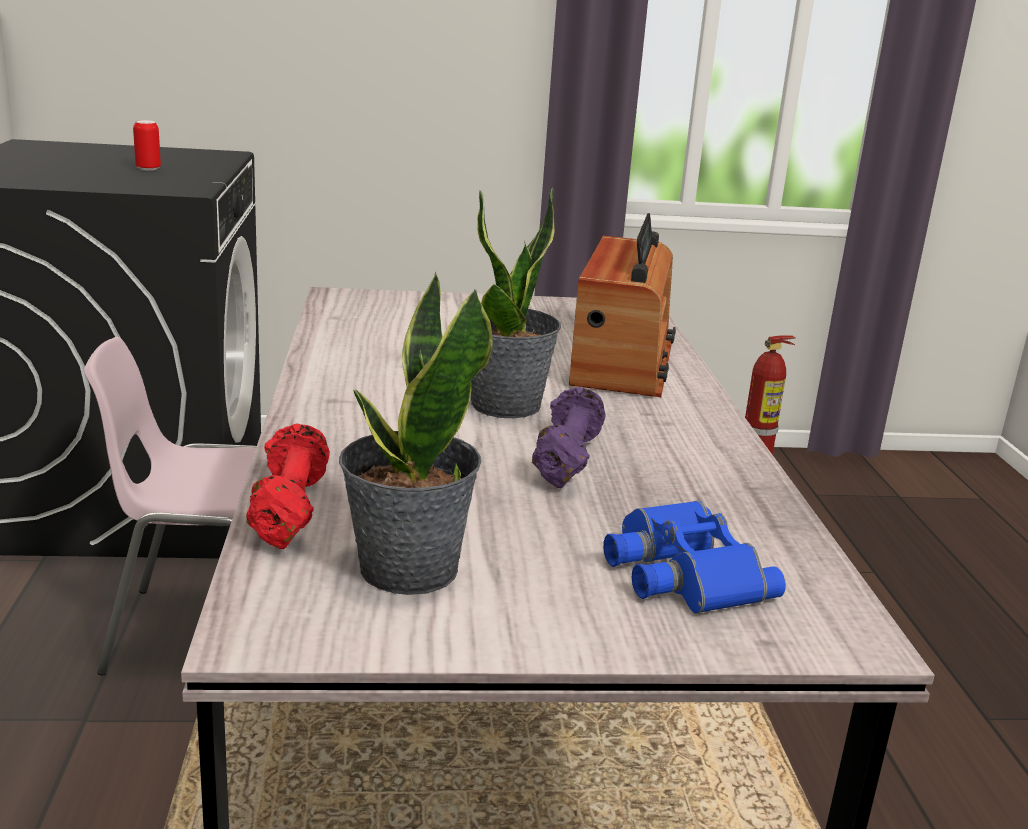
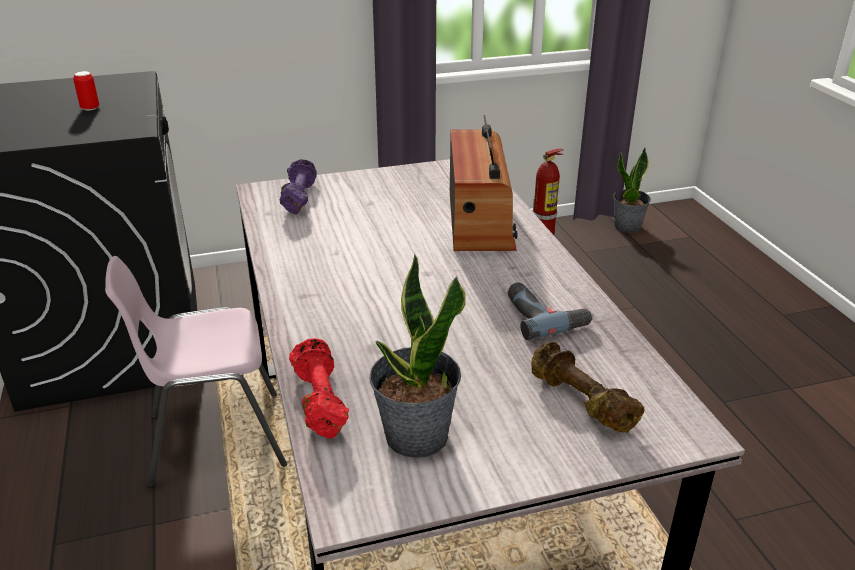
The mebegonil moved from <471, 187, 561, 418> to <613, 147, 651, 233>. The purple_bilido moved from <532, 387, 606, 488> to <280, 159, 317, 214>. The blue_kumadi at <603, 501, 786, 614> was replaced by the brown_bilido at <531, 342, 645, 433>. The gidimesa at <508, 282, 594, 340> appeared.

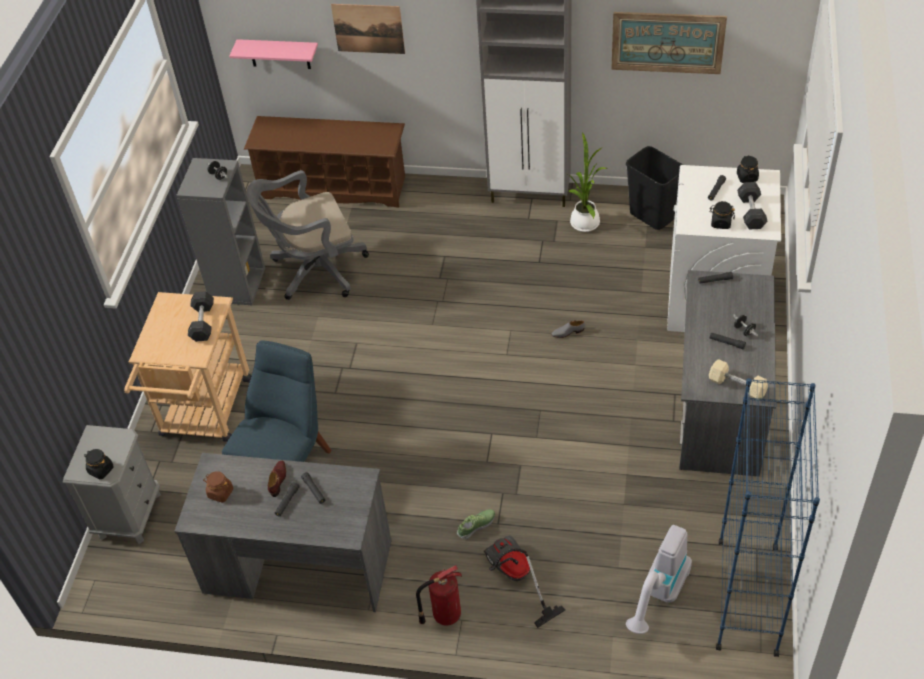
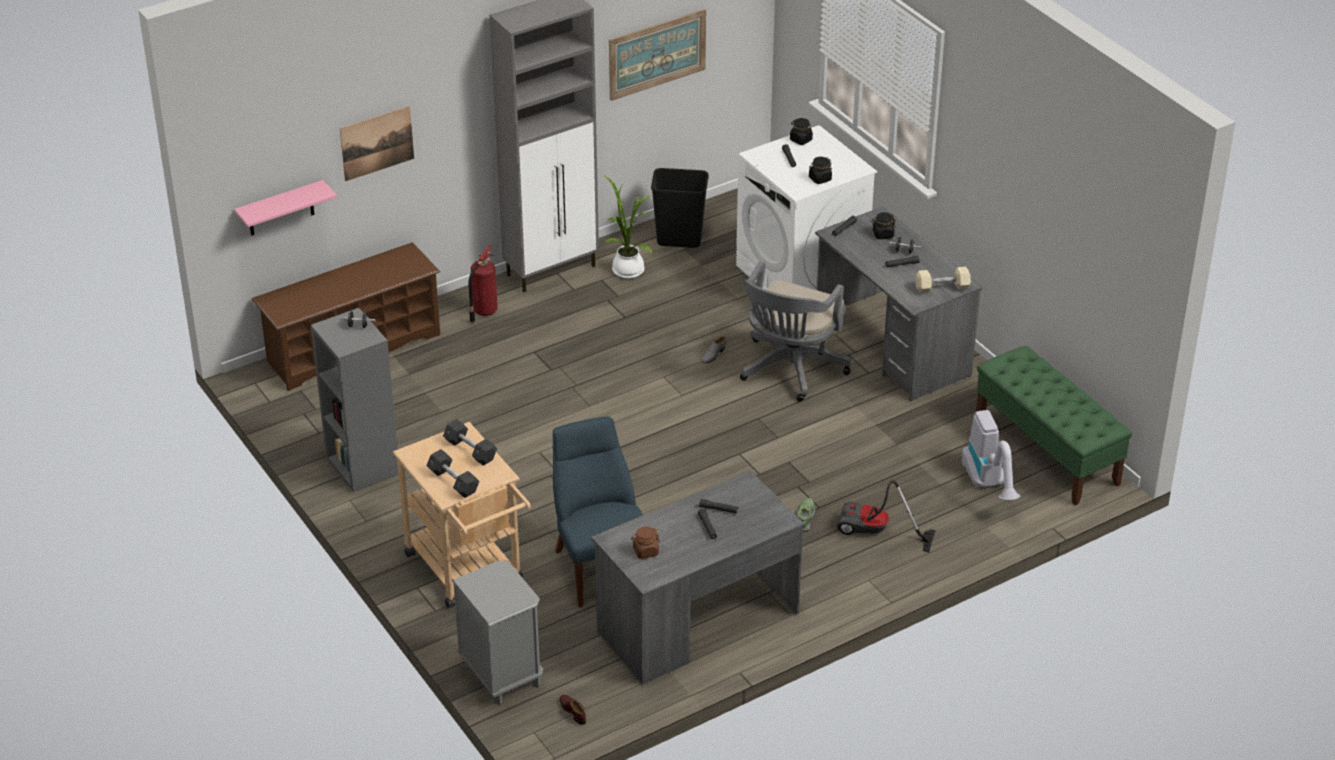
The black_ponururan moved from <84, 449, 114, 480> to <871, 212, 896, 239>. The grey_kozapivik moved from <247, 170, 369, 300> to <740, 262, 851, 402>. The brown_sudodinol moved from <268, 461, 286, 497> to <560, 695, 586, 725>. The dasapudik moved from <416, 565, 462, 626> to <468, 245, 498, 322>. The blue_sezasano at <716, 378, 820, 657> was replaced by the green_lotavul at <976, 345, 1132, 505>. The grey_bilido moved from <737, 182, 768, 230> to <426, 449, 480, 498>.

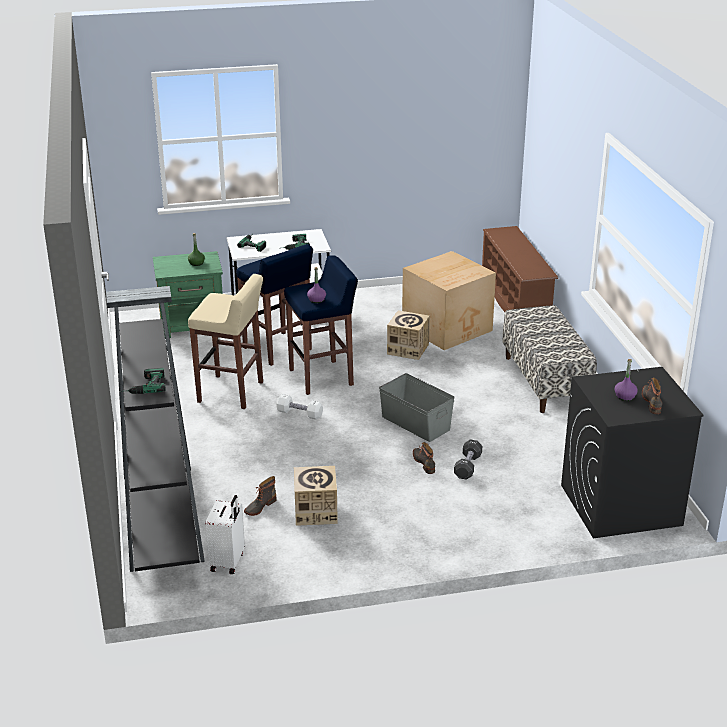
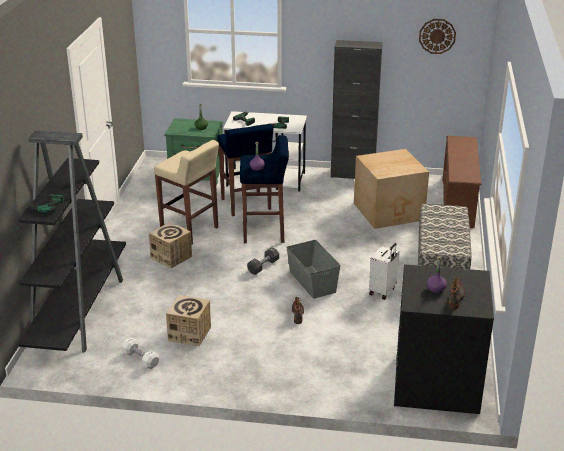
The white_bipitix moved from <205, 495, 245, 574> to <369, 243, 400, 300>. The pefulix at <244, 476, 277, 516> disappeared. The white_bilido moved from <276, 394, 323, 420> to <121, 337, 160, 369>. The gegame moved from <387, 310, 430, 360> to <149, 222, 192, 268>. The black_bilido moved from <454, 439, 482, 480> to <247, 247, 279, 275>. The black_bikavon at <331, 40, 383, 179> appeared. The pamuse at <419, 19, 456, 54> appeared.

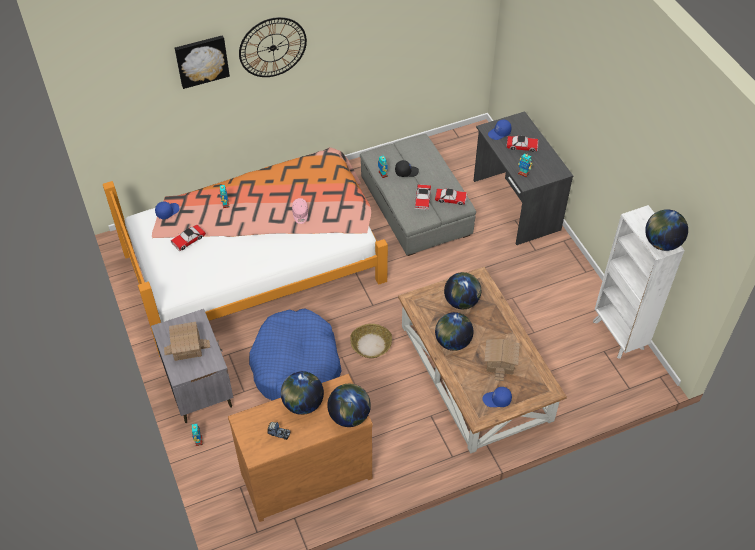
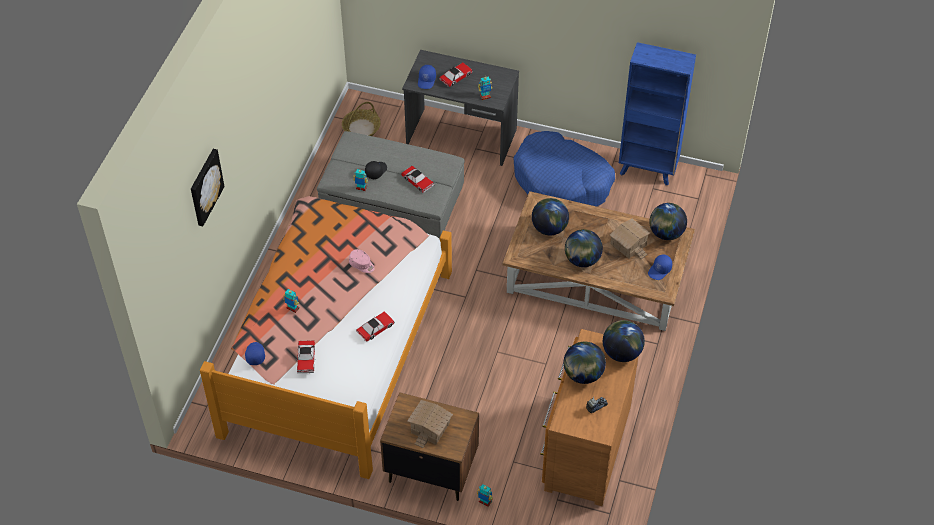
The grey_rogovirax at <151, 309, 233, 423> became the brown_rogovirax at <380, 392, 479, 501>. The pamuse at <239, 17, 307, 77> disappeared. The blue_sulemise moved from <249, 308, 341, 400> to <513, 131, 615, 207>. The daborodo moved from <350, 324, 392, 358> to <342, 102, 381, 136>. The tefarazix moved from <435, 189, 467, 205> to <356, 311, 395, 341>. The white_sezasano at <593, 205, 685, 359> became the blue_sezasano at <619, 42, 696, 185>. The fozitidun moved from <645, 209, 688, 251> to <649, 203, 687, 240>.

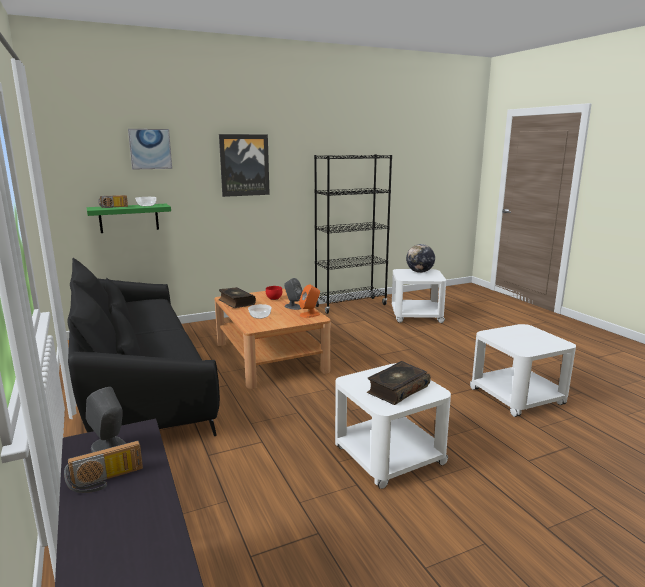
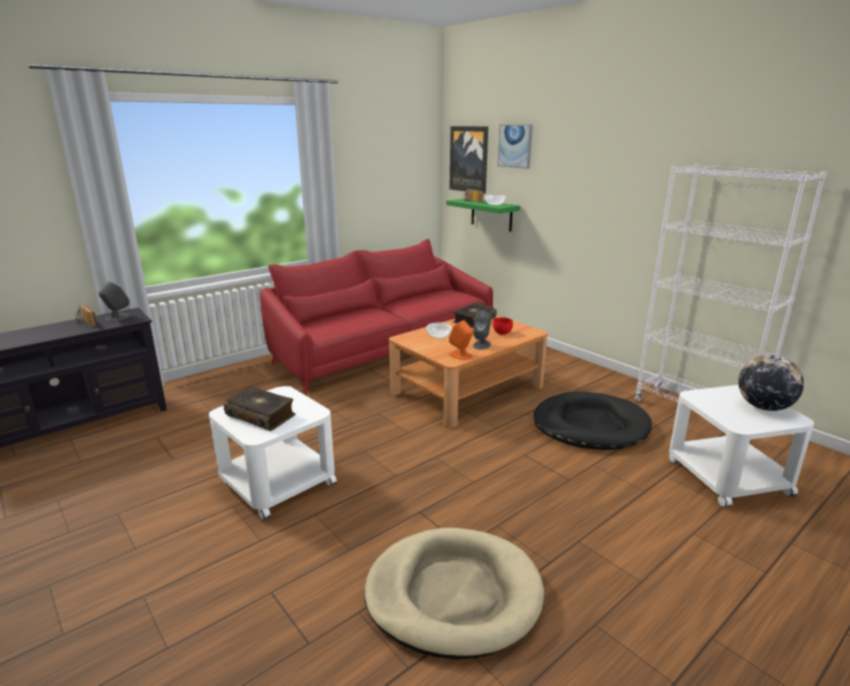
The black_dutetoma at <67, 258, 220, 436> became the red_dutetoma at <260, 239, 493, 395>. The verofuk moved from <219, 134, 270, 197> to <450, 126, 488, 194>. The black_sezasano at <314, 154, 392, 314> became the white_sezasano at <635, 164, 827, 402>. The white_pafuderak at <470, 324, 576, 417> was replaced by the beige_sulemise at <364, 528, 544, 659>. The black_sulemise at <533, 392, 652, 450> appeared.

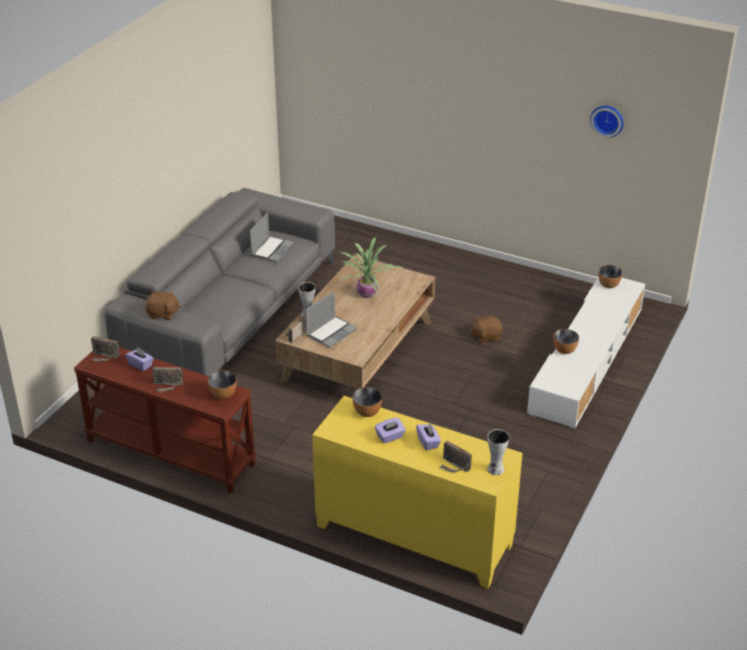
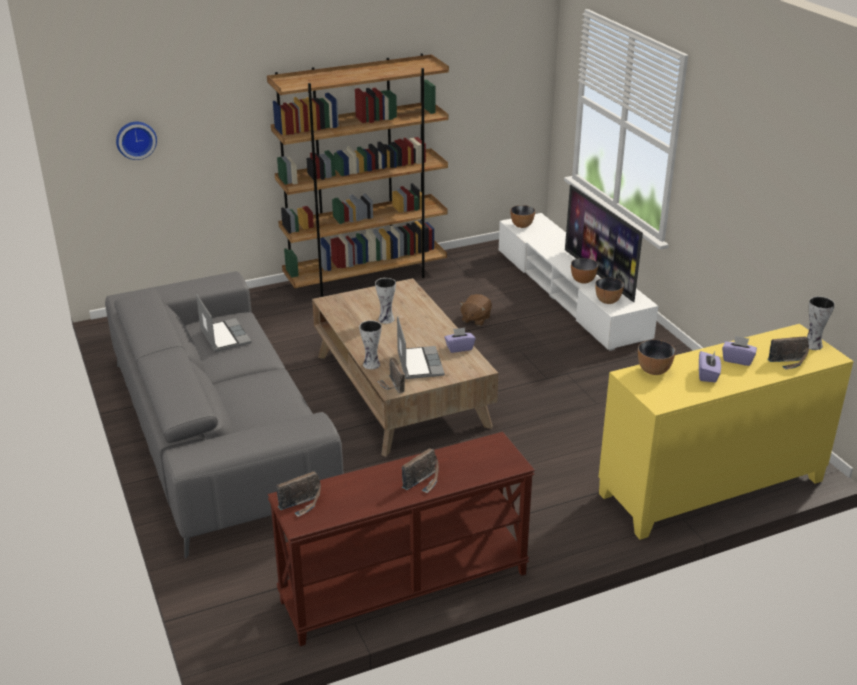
The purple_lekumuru moved from <126, 347, 154, 371> to <444, 328, 475, 353>. The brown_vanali at <145, 291, 181, 320> disappeared. The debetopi moved from <208, 371, 237, 399> to <595, 278, 624, 304>. The mebegonil at <340, 237, 402, 298> was replaced by the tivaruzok at <375, 278, 396, 324>. The pamuse moved from <590, 106, 624, 137> to <116, 122, 157, 160>. The brown_sezasano at <267, 53, 449, 297> appeared. The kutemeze at <565, 185, 643, 302> appeared.

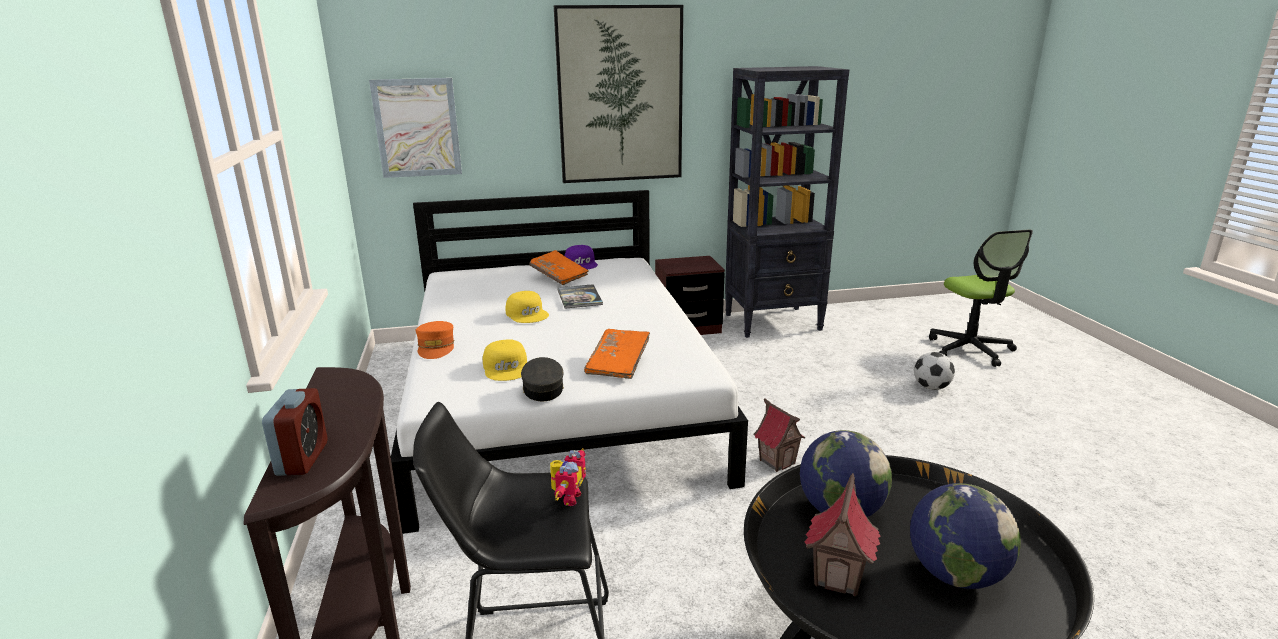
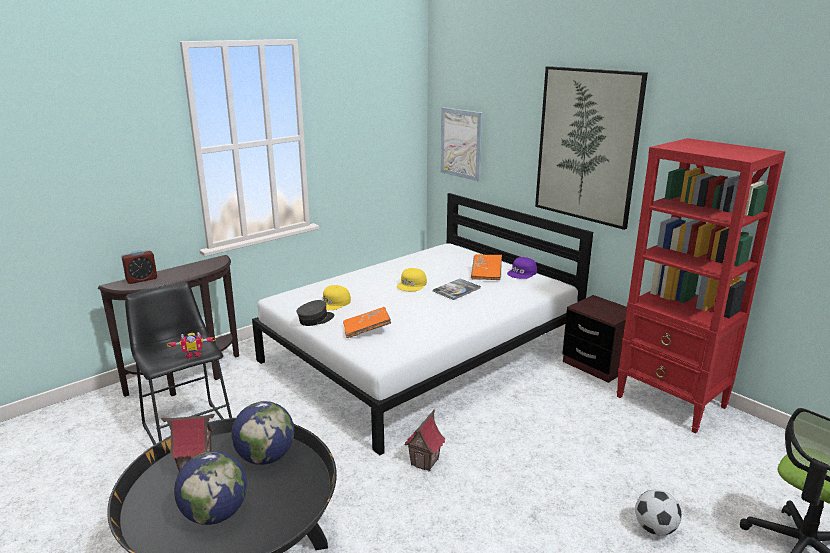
The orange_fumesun at <416, 321, 455, 359> disappeared. The black_sezasano at <725, 66, 850, 338> became the red_sezasano at <616, 138, 785, 433>.

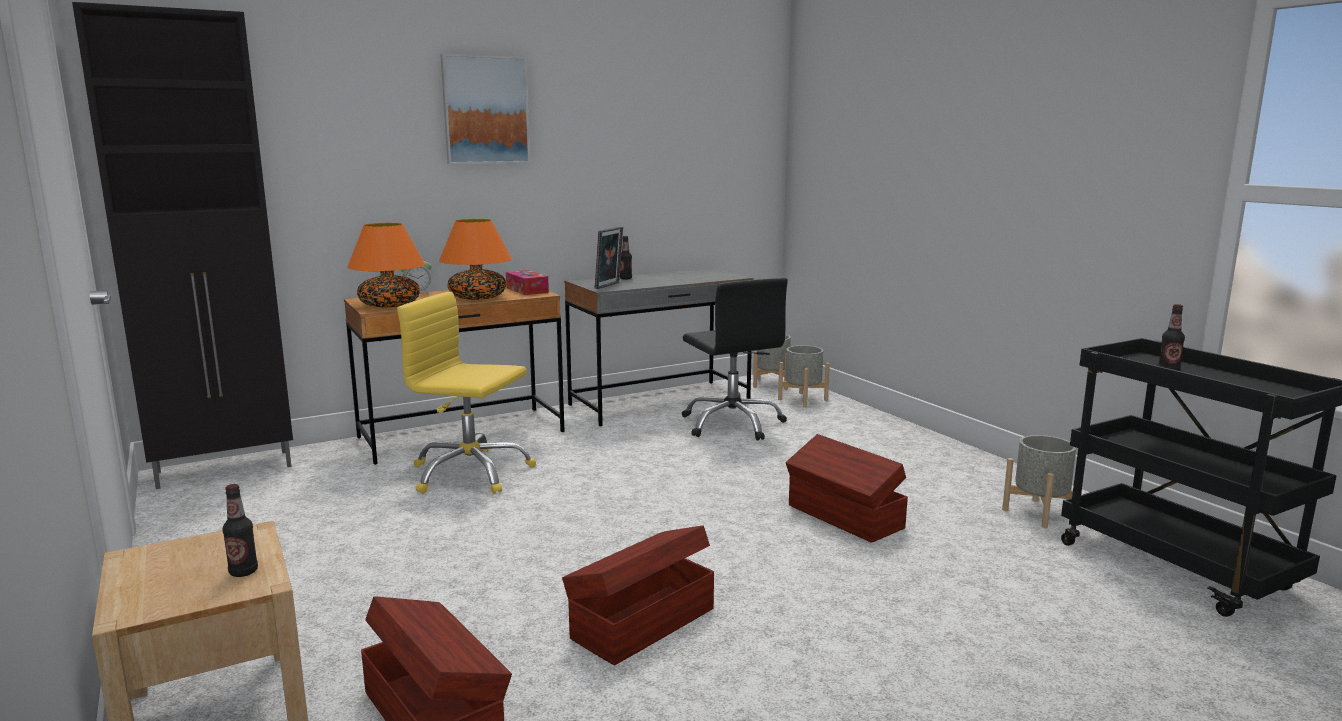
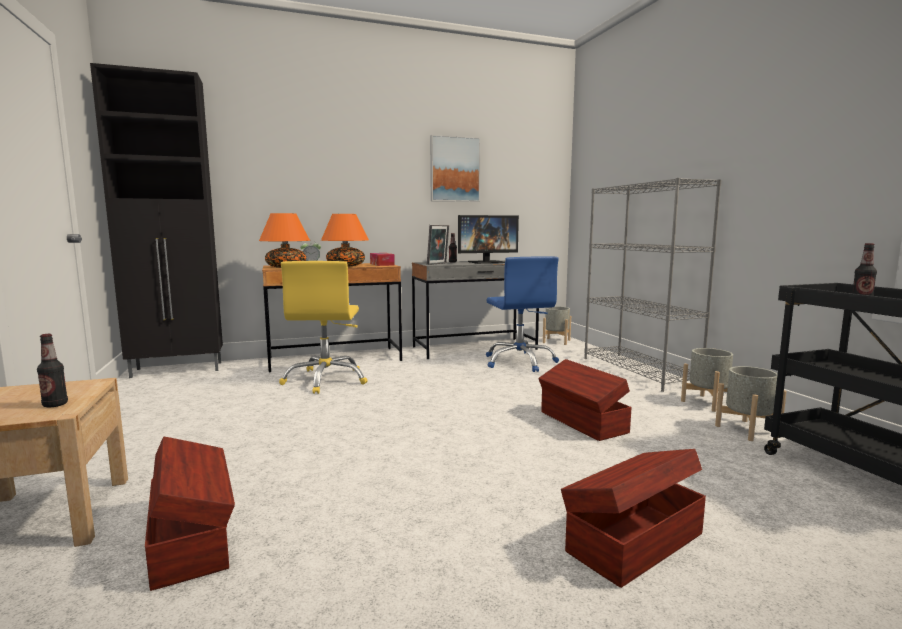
The yellow_kozapivik at <397, 292, 536, 494> turned 120 degrees counterclockwise. The verofuk moved from <440, 54, 530, 164> to <430, 135, 481, 202>. The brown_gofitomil moved from <562, 526, 714, 665> to <561, 449, 706, 588>. The black_kozapivik at <682, 278, 788, 441> became the blue_kozapivik at <486, 256, 559, 372>. The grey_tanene moved from <778, 345, 830, 408> to <681, 348, 736, 412>. The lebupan at <458, 215, 519, 264> appeared. The grey_sezasano at <584, 178, 722, 392> appeared.

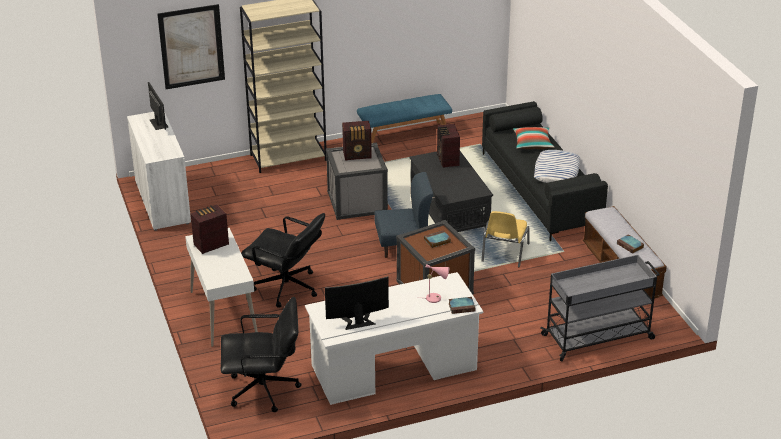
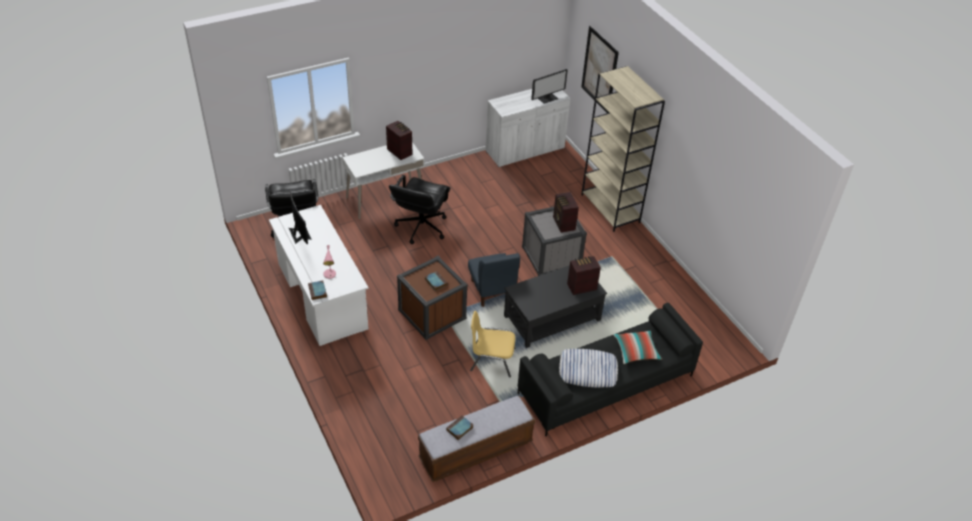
The blue_lotavul at <357, 94, 452, 143> disappeared. The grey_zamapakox at <540, 255, 660, 361> disappeared.

